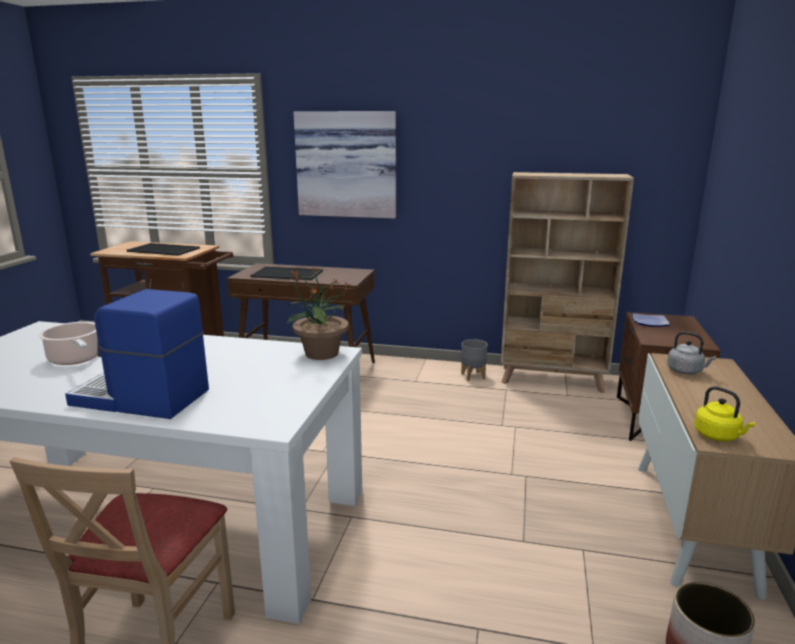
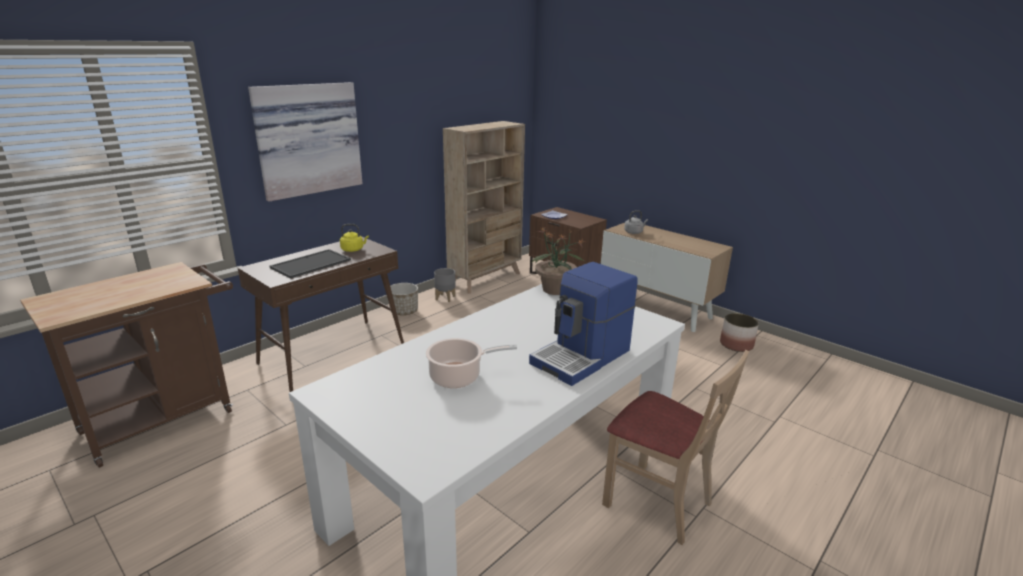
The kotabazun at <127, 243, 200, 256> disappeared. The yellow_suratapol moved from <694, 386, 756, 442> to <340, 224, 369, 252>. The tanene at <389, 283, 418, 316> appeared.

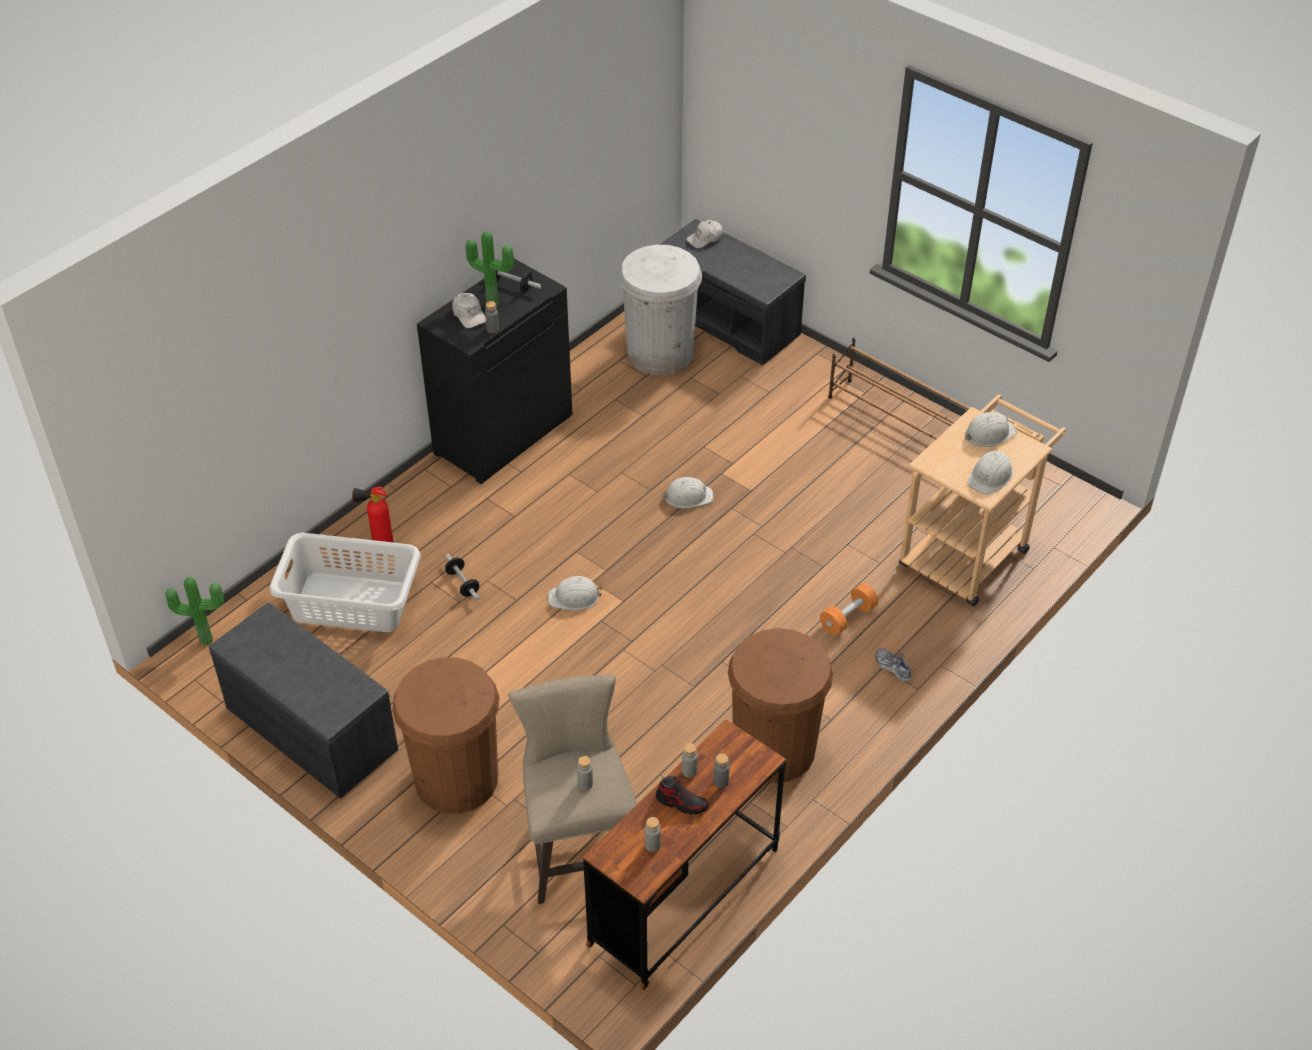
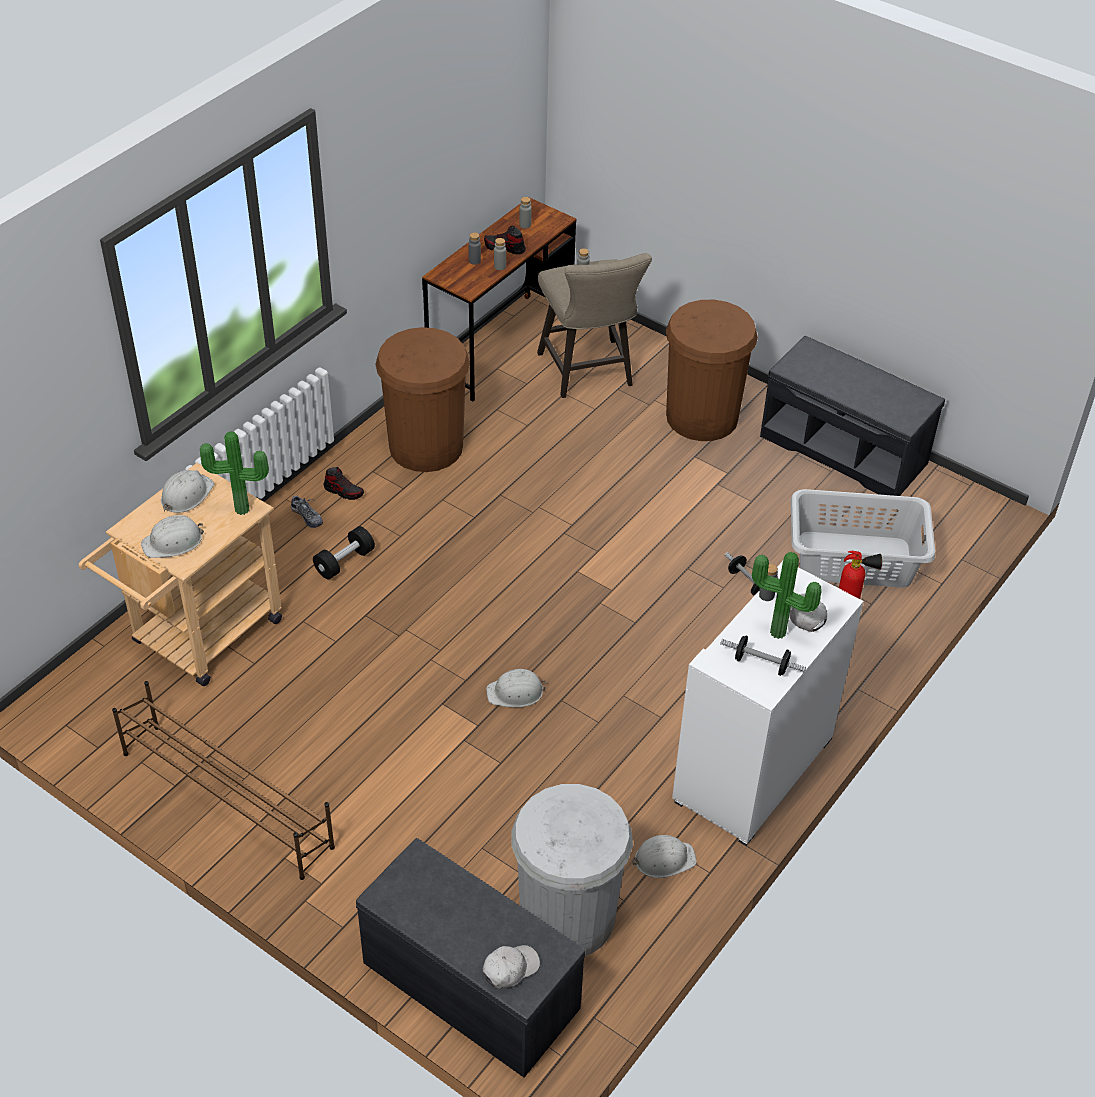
The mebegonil moved from <165, 577, 224, 646> to <200, 431, 269, 515>. The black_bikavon at <417, 259, 573, 484> became the white_bikavon at <672, 561, 864, 846>. The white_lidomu moved from <548, 576, 602, 610> to <632, 835, 697, 878>. The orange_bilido at <820, 583, 878, 635> became the black_bilido at <313, 526, 375, 580>. The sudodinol at <324, 467, 364, 500> appeared.

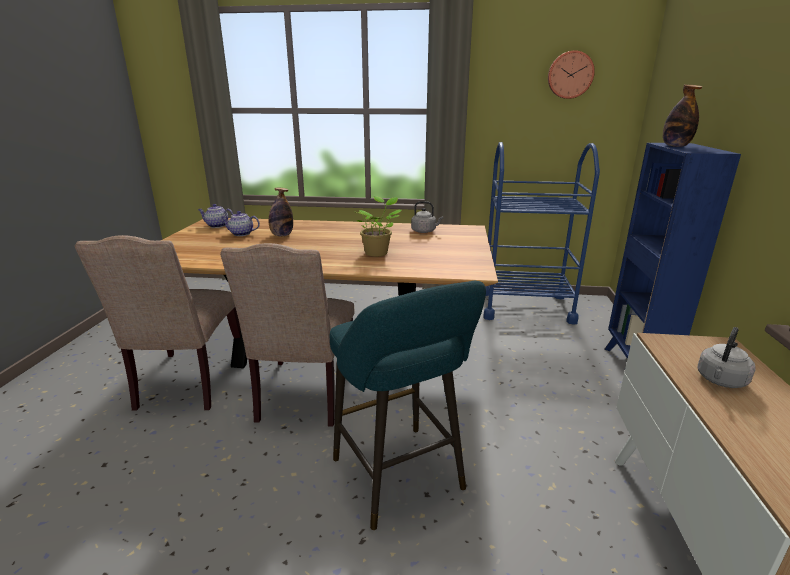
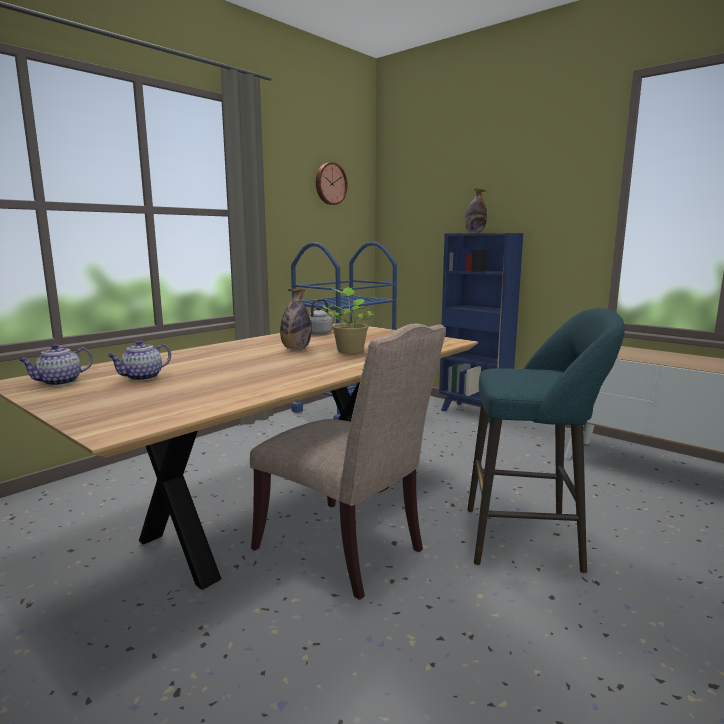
The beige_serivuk at <75, 235, 240, 411> disappeared. The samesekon moved from <269, 188, 293, 236> to <280, 289, 312, 349>. The grey_suratapol at <698, 327, 755, 388> disappeared.

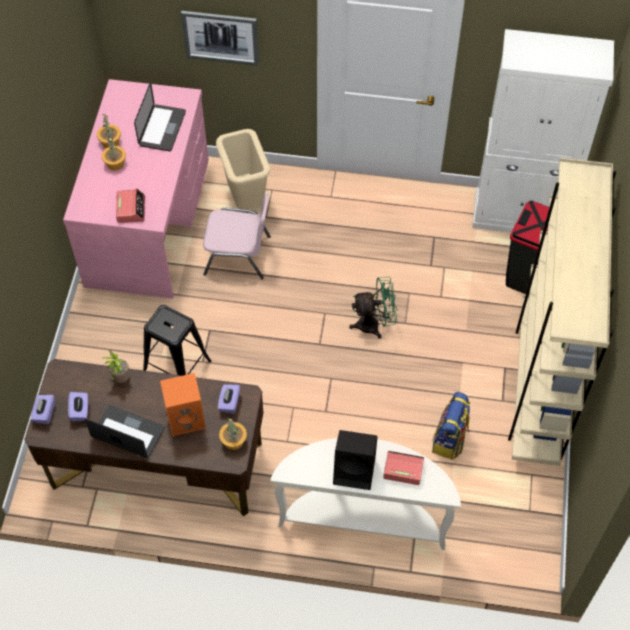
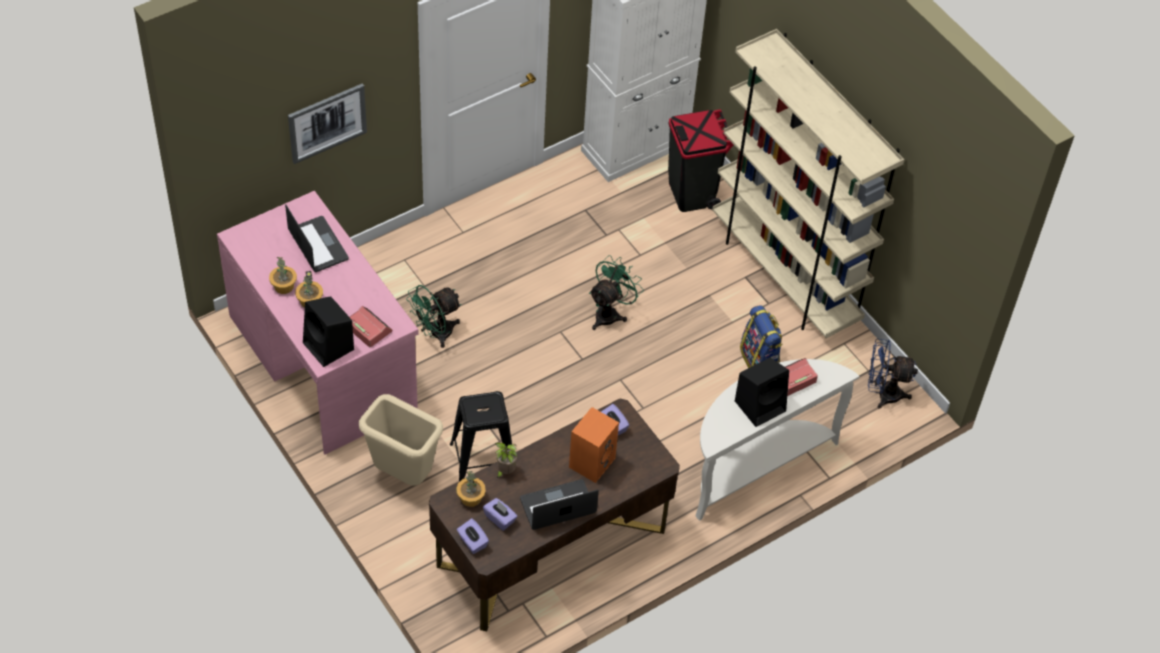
The pink_serivuk at <203, 193, 271, 279> was replaced by the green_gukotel at <406, 285, 462, 348>. The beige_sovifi moved from <216, 129, 271, 210> to <359, 394, 443, 486>. The mebegonil moved from <219, 418, 247, 450> to <456, 471, 486, 507>. The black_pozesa at <303, 296, 354, 367> appeared. The blue_gukotel at <868, 339, 918, 409> appeared.

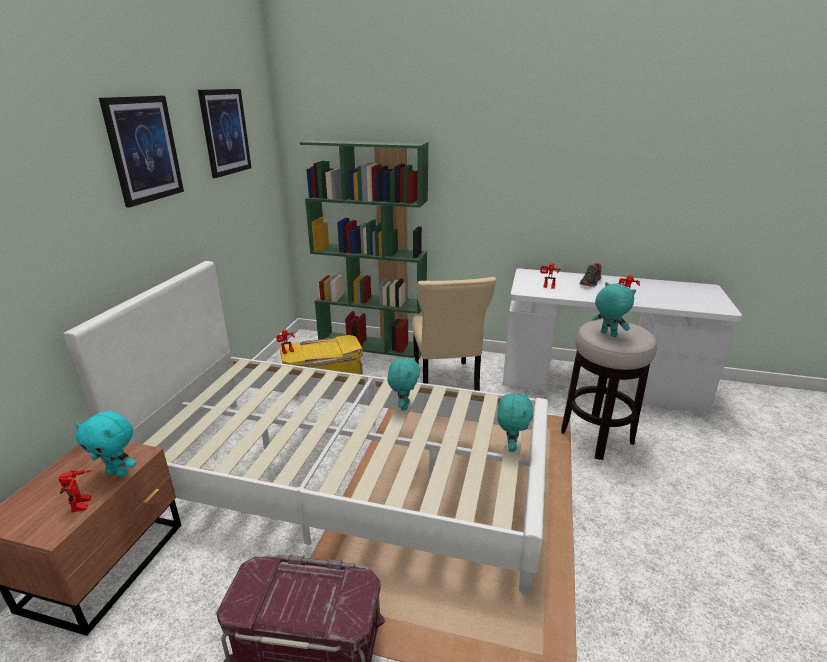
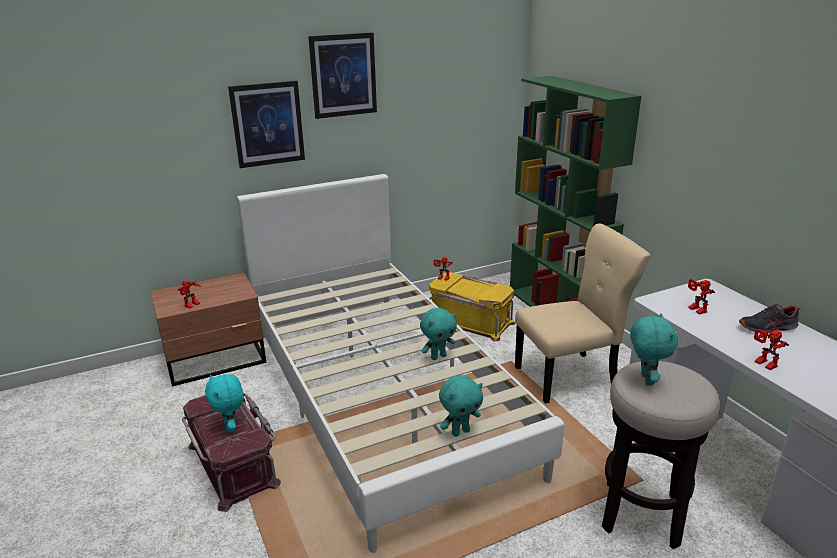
The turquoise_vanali moved from <75, 411, 136, 477> to <205, 374, 244, 433>. The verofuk moved from <198, 89, 251, 178> to <228, 81, 305, 168>. The beige_serivuk at <412, 277, 496, 391> turned 150 degrees counterclockwise.

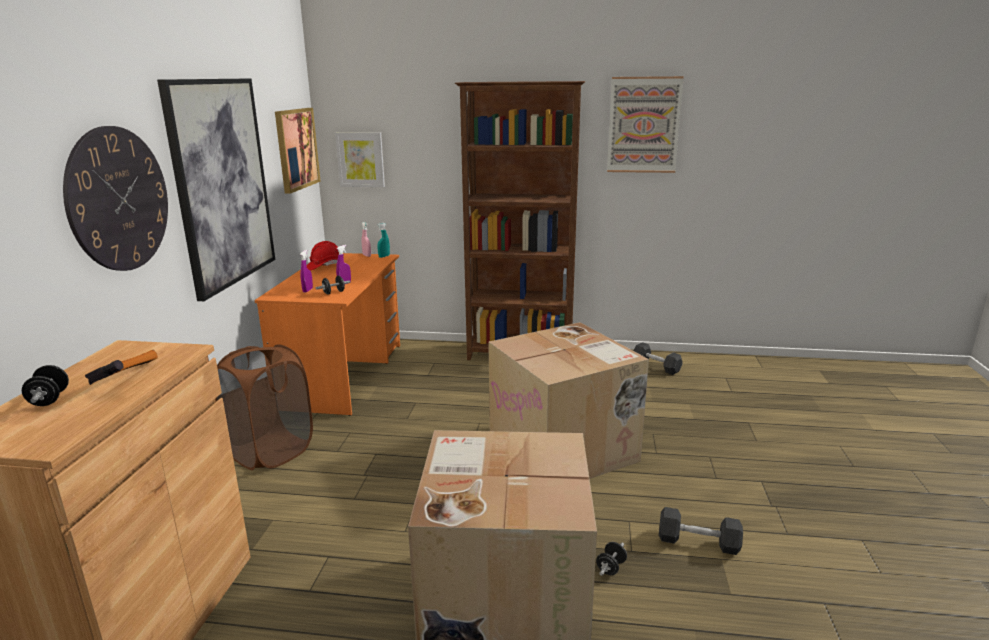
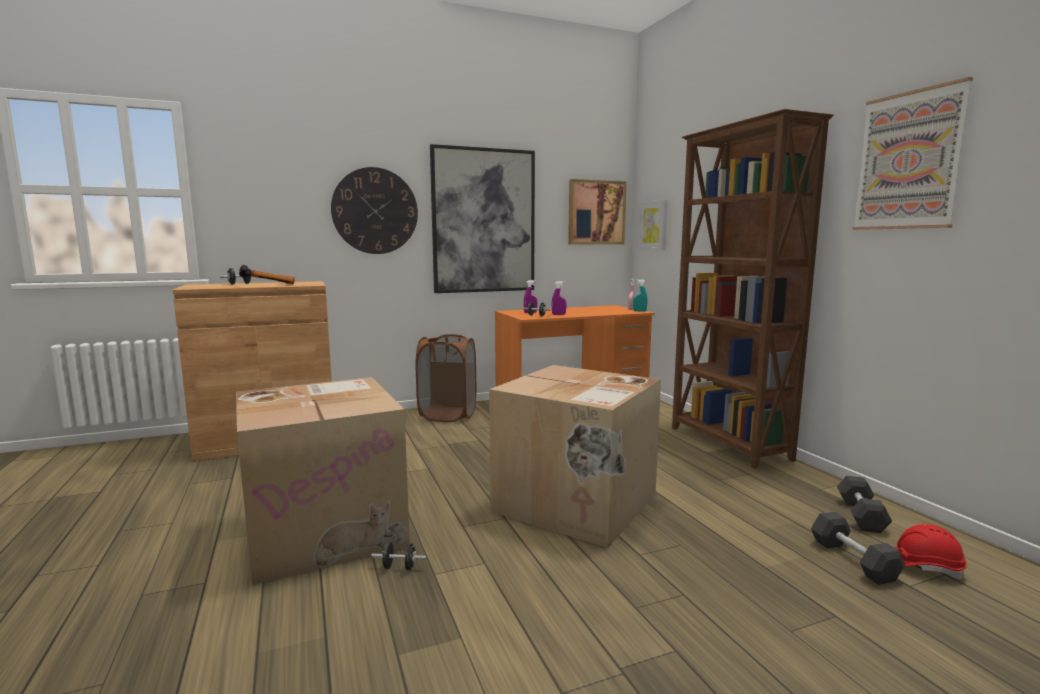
The red_lidomu moved from <307, 241, 339, 271> to <894, 524, 967, 579>. The grey_bilido moved from <659, 507, 743, 555> to <811, 512, 905, 585>.

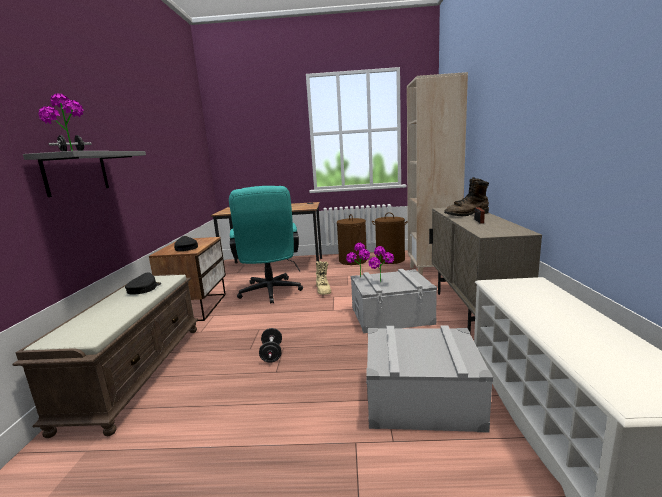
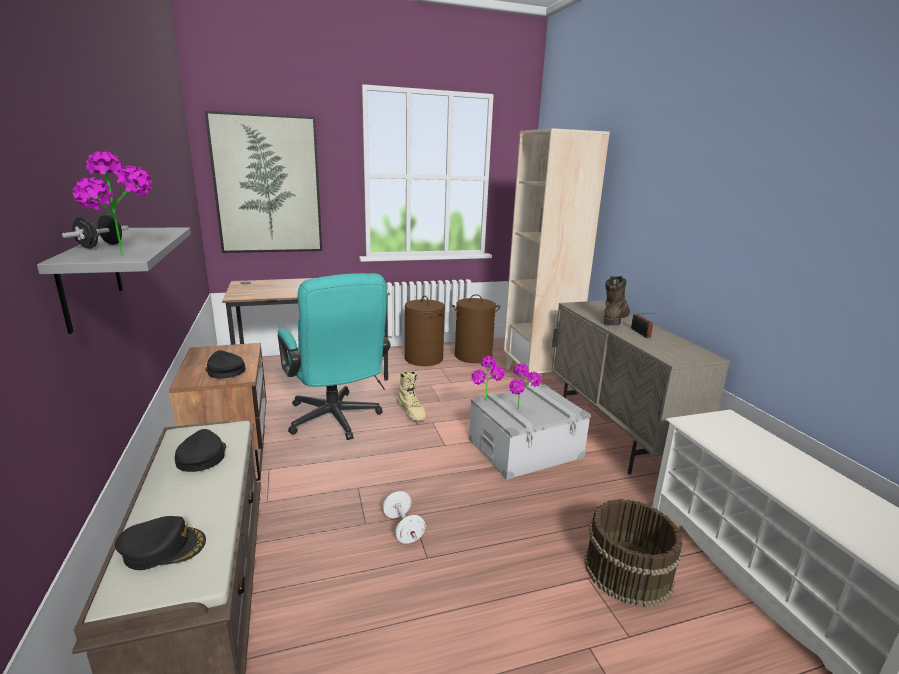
The black_bilido at <259, 328, 282, 363> became the white_bilido at <383, 491, 426, 544>. The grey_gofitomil at <366, 326, 493, 433> was replaced by the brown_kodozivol at <585, 499, 682, 607>. The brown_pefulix at <444, 177, 489, 216> turned 150 degrees clockwise. The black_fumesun at <115, 516, 206, 570> appeared. The verofuk at <205, 111, 322, 253> appeared.

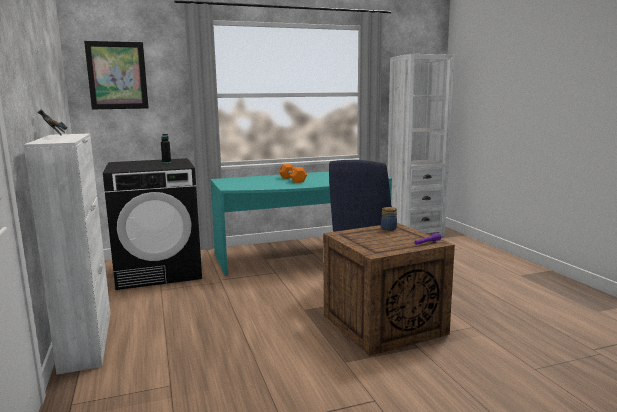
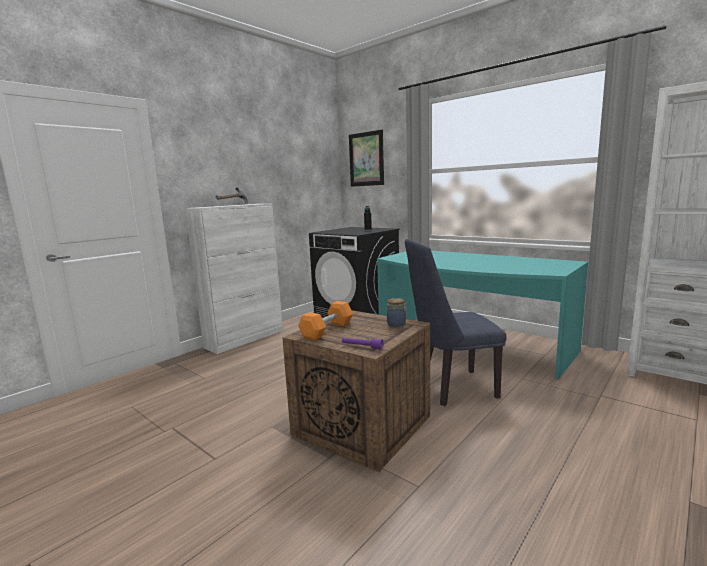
The orange_bilido moved from <279, 164, 307, 183> to <298, 301, 353, 340>.

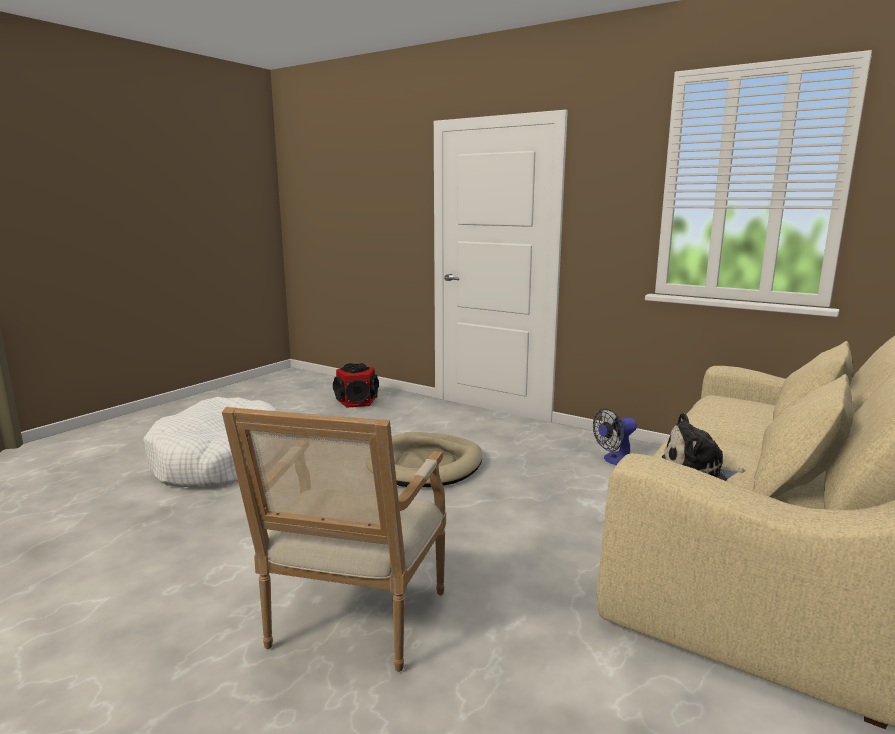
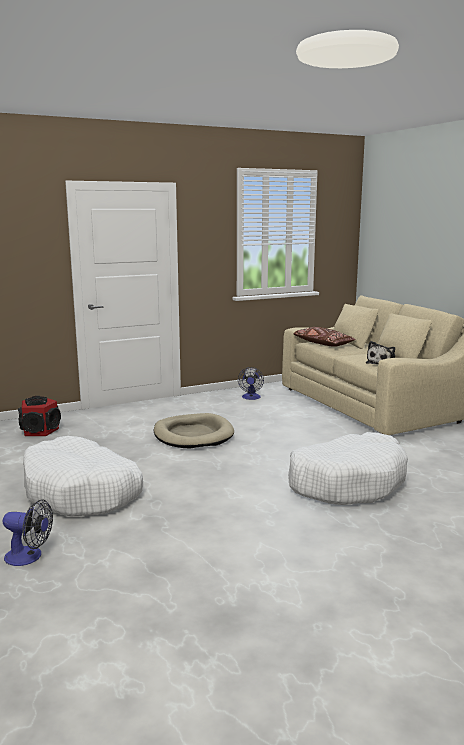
The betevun at <222, 407, 446, 672> was replaced by the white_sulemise at <288, 432, 408, 505>. The gukotel at <3, 499, 53, 566> appeared. The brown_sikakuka at <293, 327, 356, 347> appeared.

